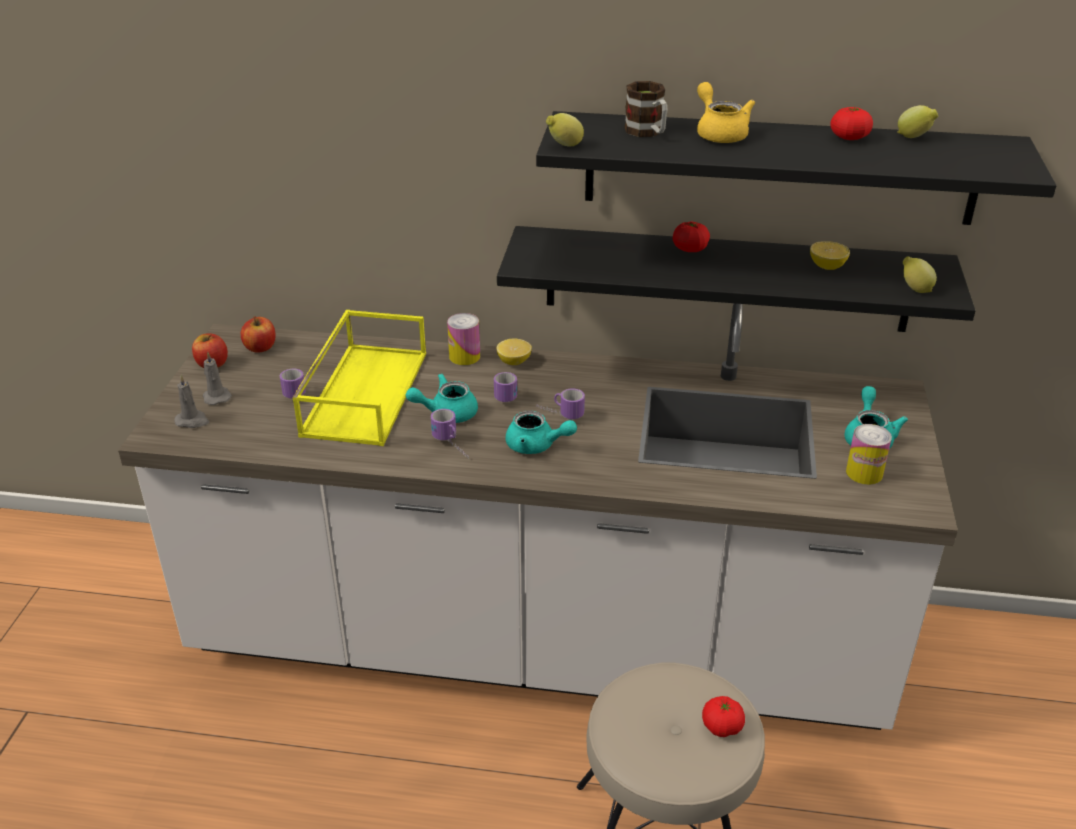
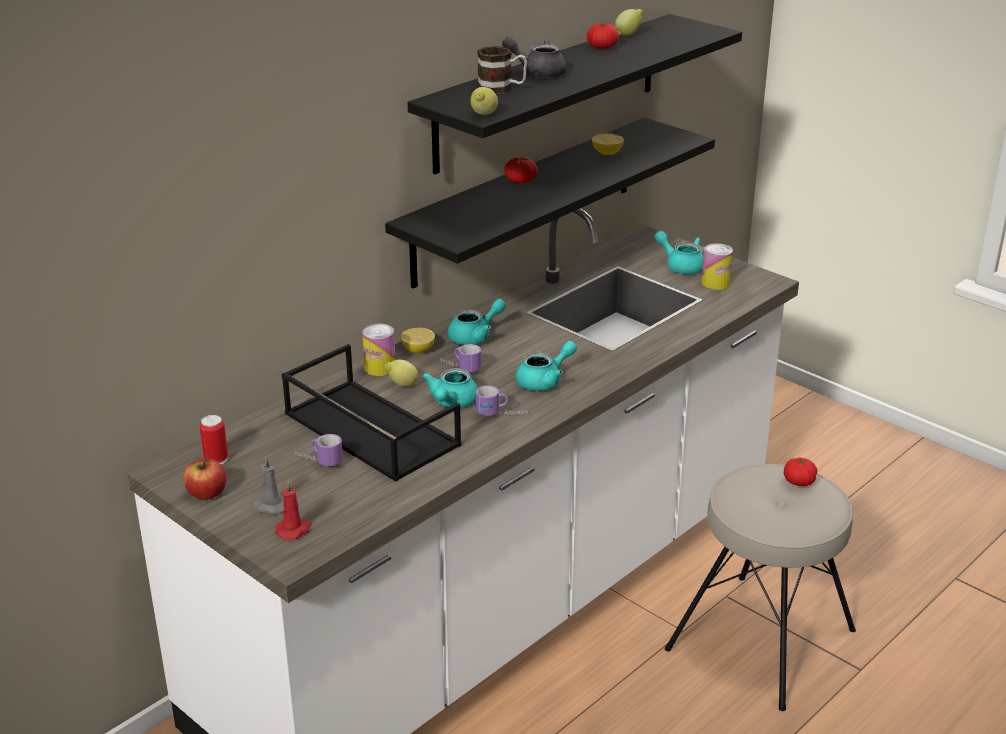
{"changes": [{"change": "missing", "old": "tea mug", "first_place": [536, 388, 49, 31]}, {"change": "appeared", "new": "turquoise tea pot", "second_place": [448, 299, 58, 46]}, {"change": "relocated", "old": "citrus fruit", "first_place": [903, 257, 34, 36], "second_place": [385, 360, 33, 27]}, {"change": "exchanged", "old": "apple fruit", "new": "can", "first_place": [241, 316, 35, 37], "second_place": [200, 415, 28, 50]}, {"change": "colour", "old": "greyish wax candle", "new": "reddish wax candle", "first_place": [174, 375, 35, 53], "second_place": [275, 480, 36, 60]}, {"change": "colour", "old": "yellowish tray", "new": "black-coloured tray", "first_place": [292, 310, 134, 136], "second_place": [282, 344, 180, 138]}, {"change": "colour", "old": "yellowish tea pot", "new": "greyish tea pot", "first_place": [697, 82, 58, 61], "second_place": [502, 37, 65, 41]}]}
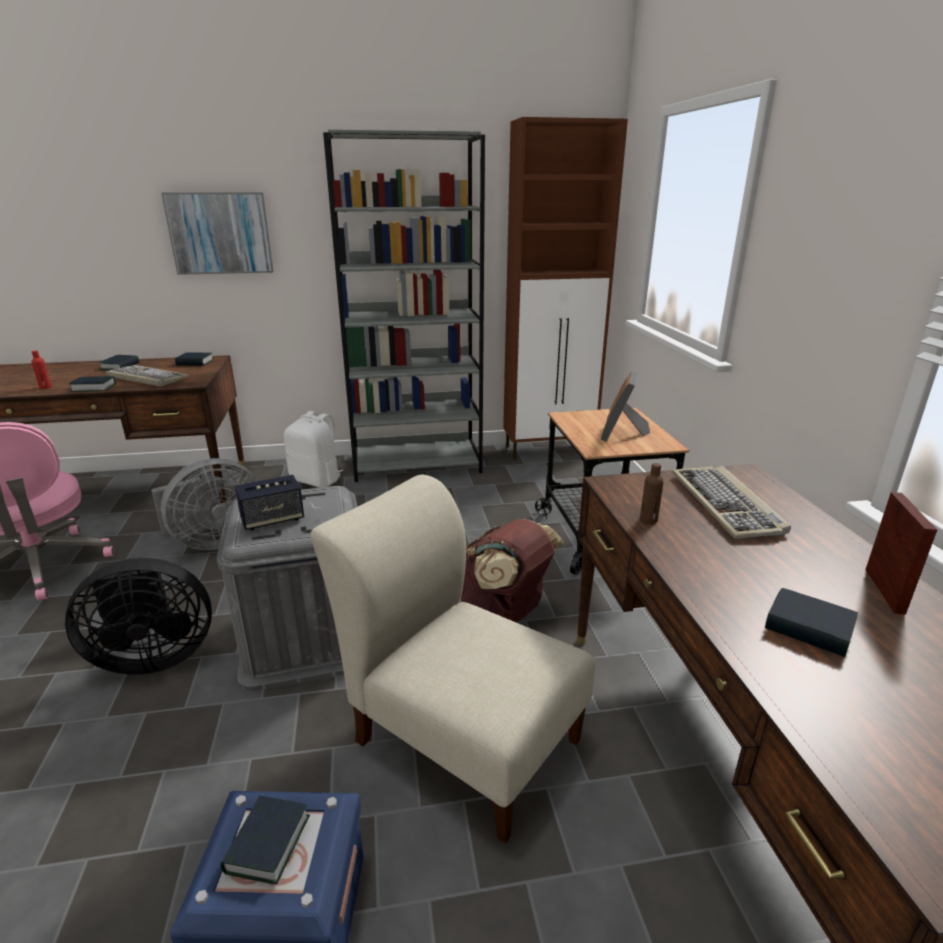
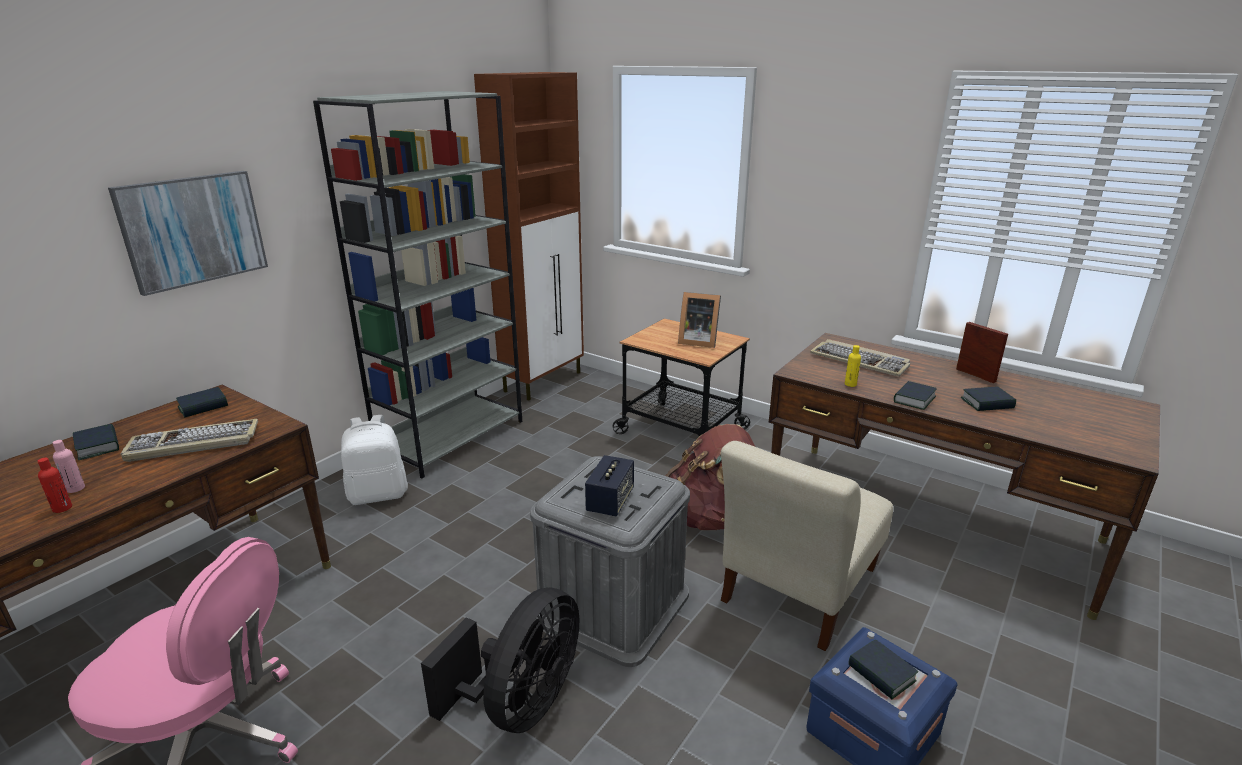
{"changes": [{"change": "missing", "old": "greyish electric fan", "first_place": [151, 458, 106, 92]}, {"change": "appeared", "new": "pinkish bottle", "second_place": [53, 440, 32, 53]}, {"change": "relocated", "old": "book", "first_place": [69, 376, 47, 16], "second_place": [894, 381, 43, 29]}, {"change": "colour", "old": "brownish bottle", "new": "yellowish bottle", "first_place": [640, 463, 24, 61], "second_place": [845, 345, 16, 42]}, {"change": "spun", "old": "sand-coloured upright chair", "first_place": [310, 475, 285, 368], "second_place": [721, 441, 172, 210], "degrees": -45}, {"change": "spun", "old": "photo frame", "first_place": [601, 371, 49, 71], "second_place": [678, 292, 43, 56], "degrees": -45}]}
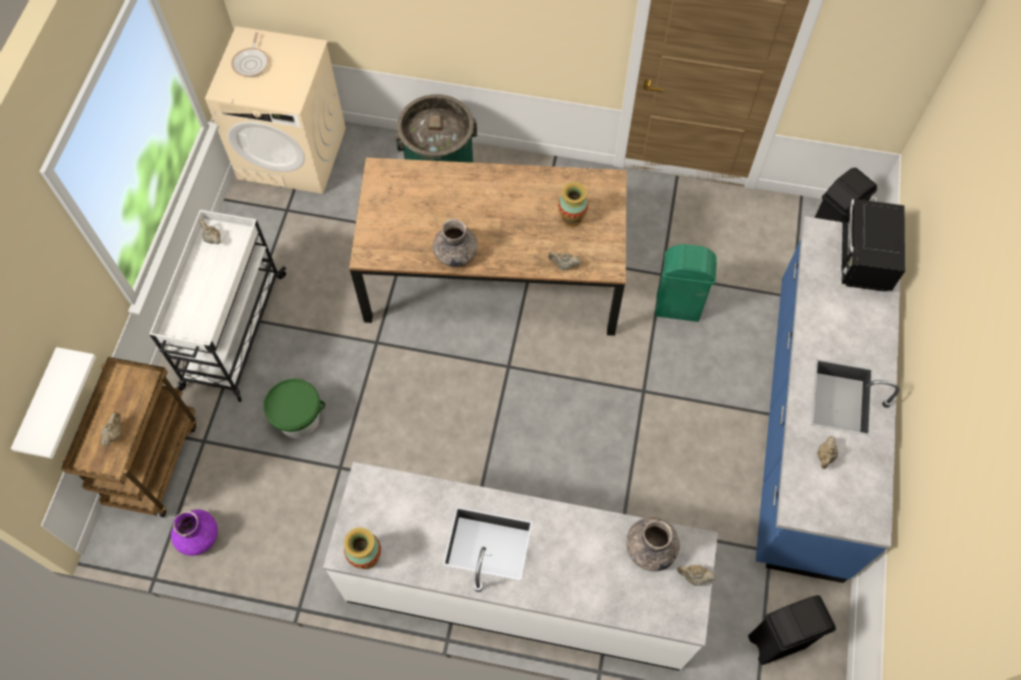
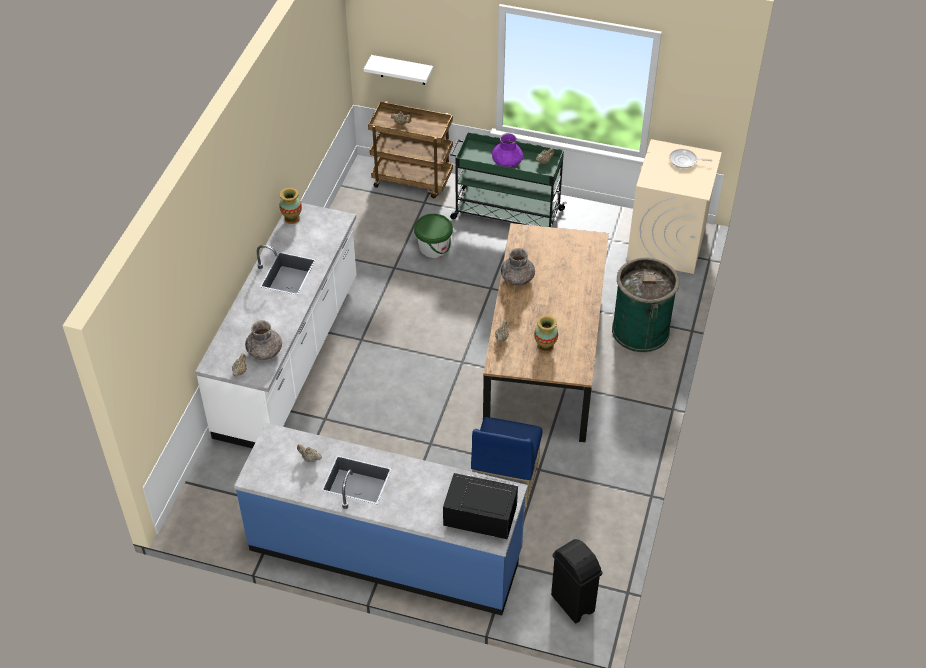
{"changes": [{"change": "missing", "old": "black-coloured waste bin", "first_place": [748, 595, 88, 70]}, {"change": "relocated", "old": "purple-coloured flower vase", "first_place": [171, 510, 47, 46], "second_place": [492, 133, 31, 35]}, {"change": "exchanged", "old": "greenish waste bin", "new": "blue-coloured upright chair", "first_place": [655, 244, 62, 78], "second_place": [471, 417, 71, 90]}, {"change": "colour", "old": "white cart", "new": "greenish cart", "first_place": [149, 210, 137, 192], "second_place": [450, 132, 117, 95]}]}
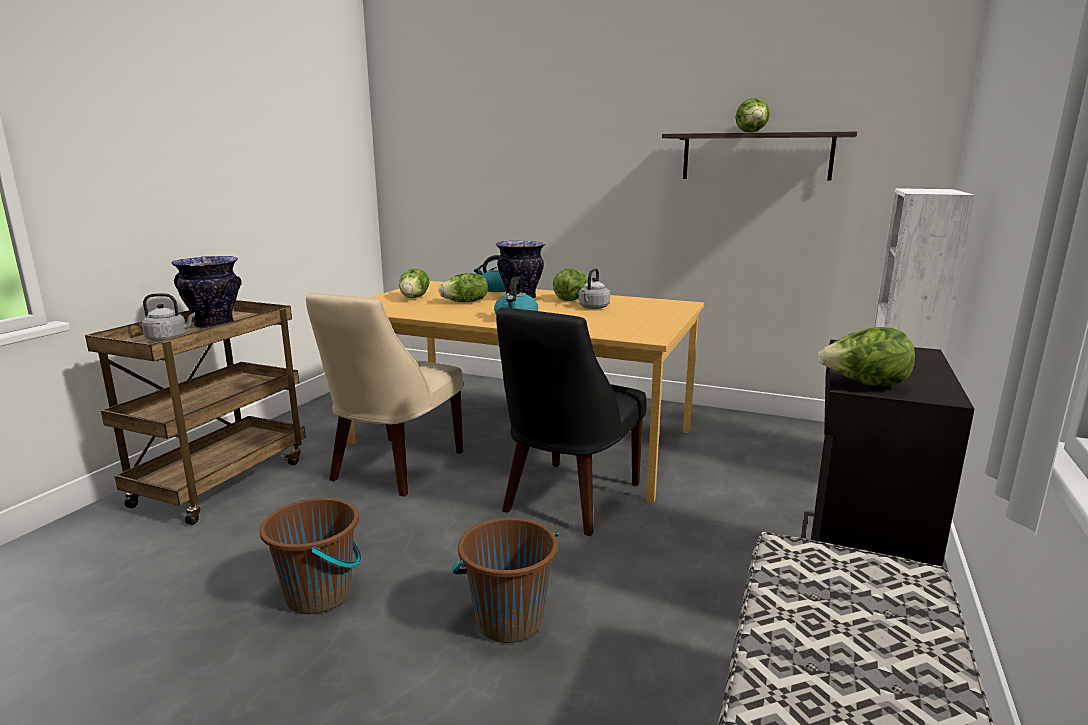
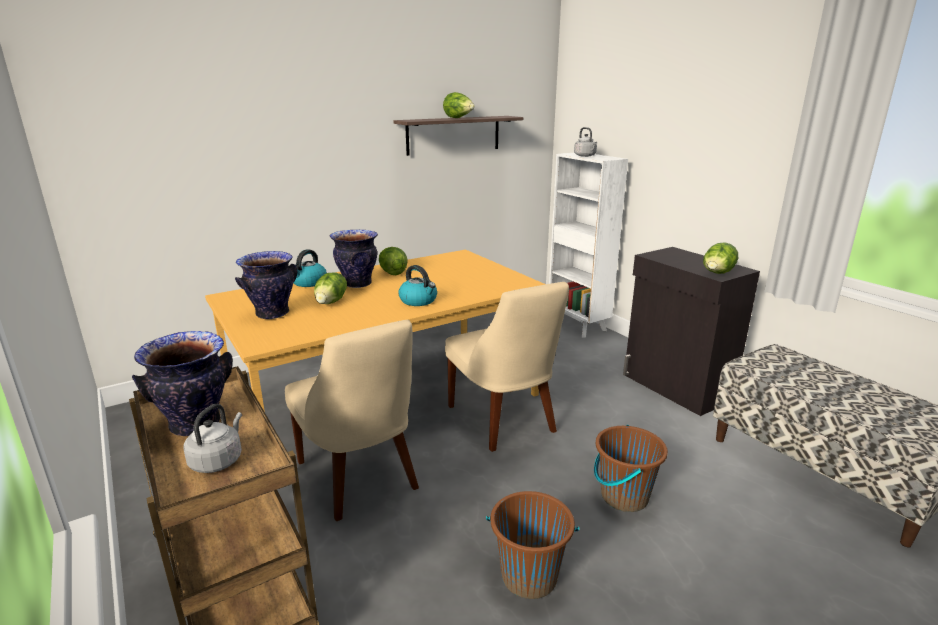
{"changes": [{"change": "relocated", "old": "greyish kettle", "first_place": [579, 268, 31, 41], "second_place": [574, 127, 23, 30]}, {"change": "exchanged", "old": "lettuce head", "new": "flower vase", "first_place": [399, 269, 31, 29], "second_place": [235, 251, 62, 68]}, {"change": "colour", "old": "black-coloured upright chair", "new": "sand-coloured upright chair", "first_place": [496, 308, 150, 228], "second_place": [445, 282, 124, 170]}]}
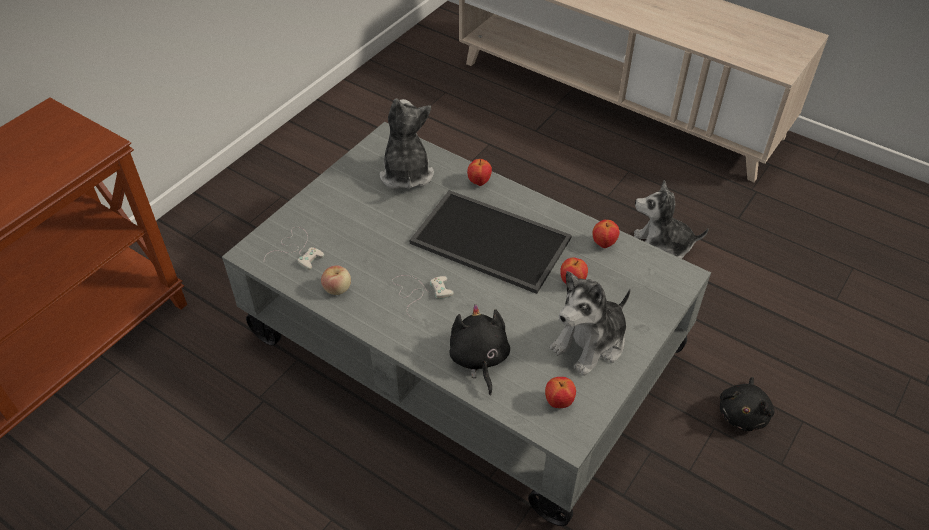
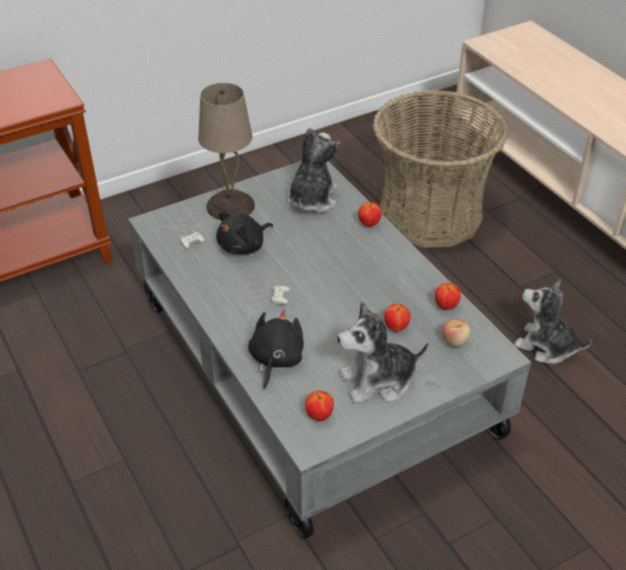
{"changes": [{"change": "missing", "old": "tray", "first_place": [409, 190, 163, 104]}, {"change": "appeared", "new": "sand-coloured tabletop lamp", "second_place": [198, 83, 57, 137]}, {"change": "appeared", "new": "household basket", "second_place": [373, 90, 135, 158]}, {"change": "relocated", "old": "apple fruit", "first_place": [321, 266, 30, 29], "second_place": [442, 319, 29, 28]}, {"change": "relocated", "old": "black-coloured soft toy", "first_place": [720, 377, 55, 54], "second_place": [216, 212, 57, 42]}]}
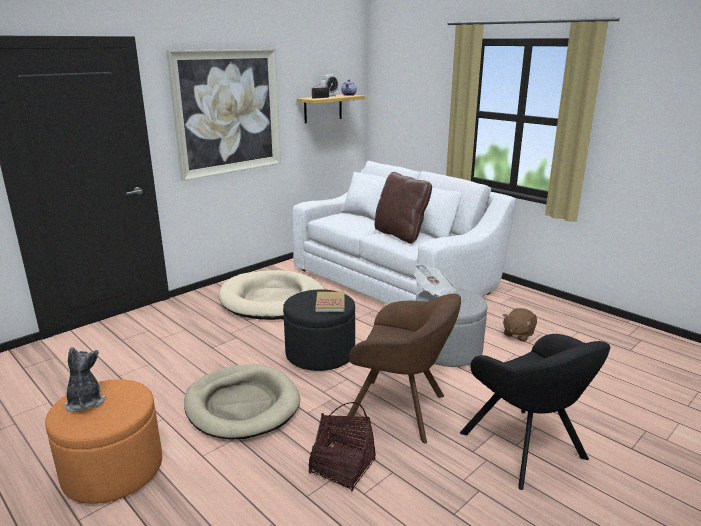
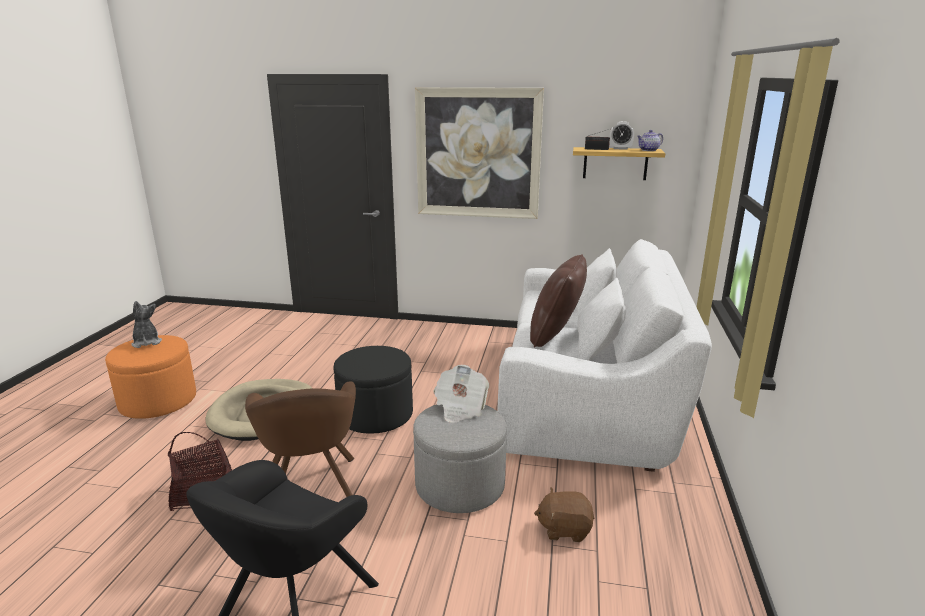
{"changes": [{"change": "missing", "old": "sand-coloured dog bed", "first_place": [219, 270, 106, 50]}, {"change": "missing", "old": "book", "first_place": [316, 292, 29, 20]}, {"change": "spun", "old": "soft toy", "first_place": [65, 347, 41, 65], "second_place": [131, 301, 31, 47], "degrees": -60}]}
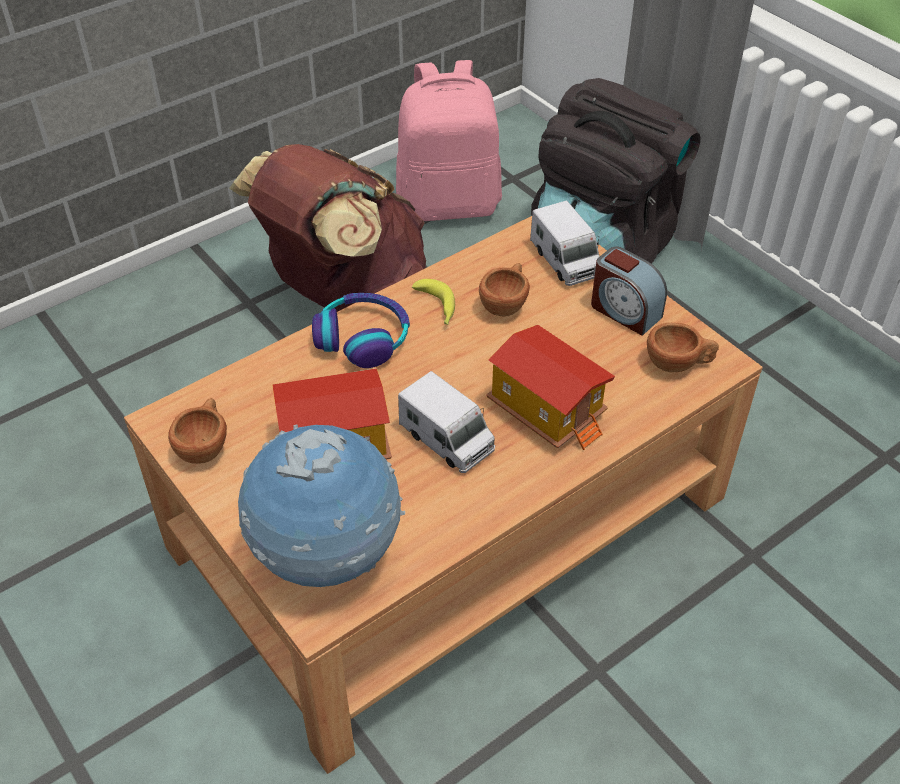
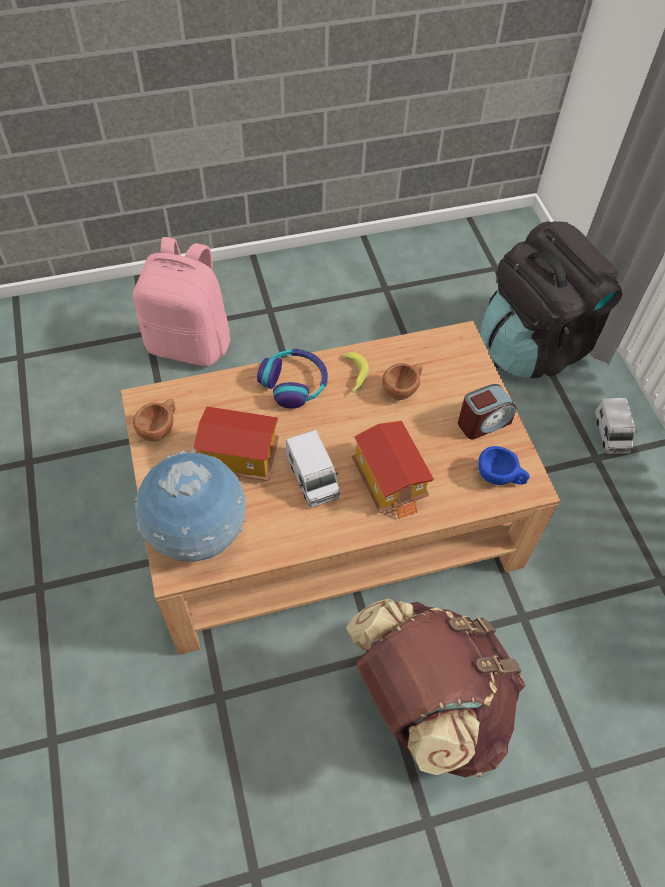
{"changes": [{"change": "relocated", "old": "brownish knapsack", "first_place": [229, 144, 197, 168], "second_place": [346, 598, 180, 179]}, {"change": "relocated", "old": "pinkish knapsack", "first_place": [396, 60, 106, 161], "second_place": [133, 237, 97, 129]}, {"change": "relocated", "old": "toy lorry", "first_place": [530, 200, 70, 86], "second_place": [595, 398, 42, 56]}, {"change": "colour", "old": "brownish drinking cup", "new": "blue-coloured drinking cup", "first_place": [647, 323, 72, 49], "second_place": [478, 446, 52, 39]}, {"change": "spun", "old": "alarm clock", "first_place": [591, 247, 76, 89], "second_place": [458, 384, 58, 55], "degrees": -90}]}
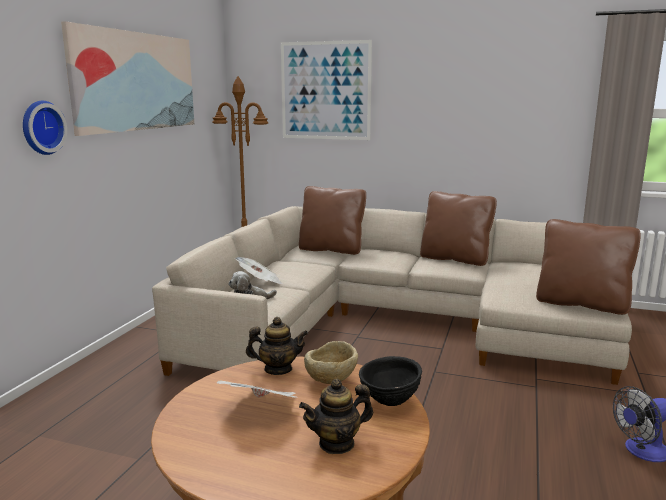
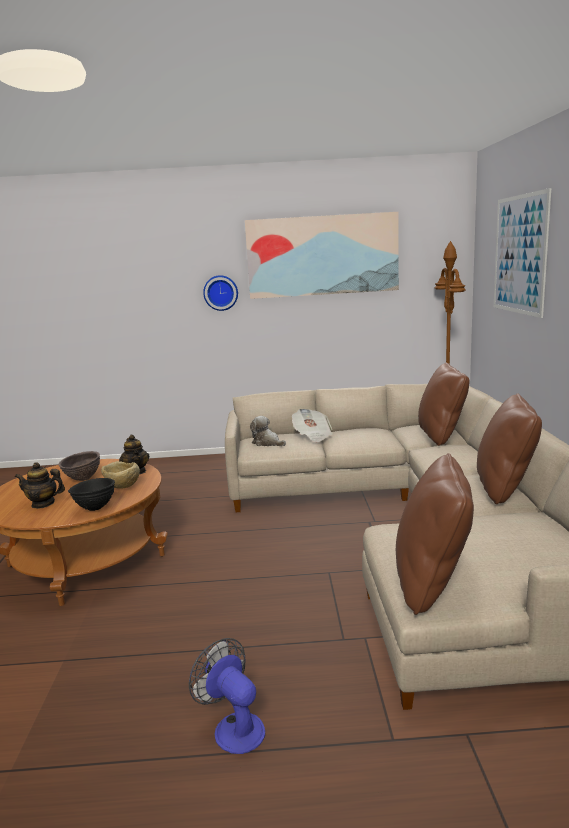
{"changes": [{"change": "exchanged", "old": "printed paper", "new": "brownish bowl", "first_place": [217, 381, 81, 17], "second_place": [59, 451, 41, 30]}, {"change": "spun", "old": "tea pot", "first_place": [299, 379, 74, 75], "second_place": [15, 462, 50, 47], "degrees": -45}]}
